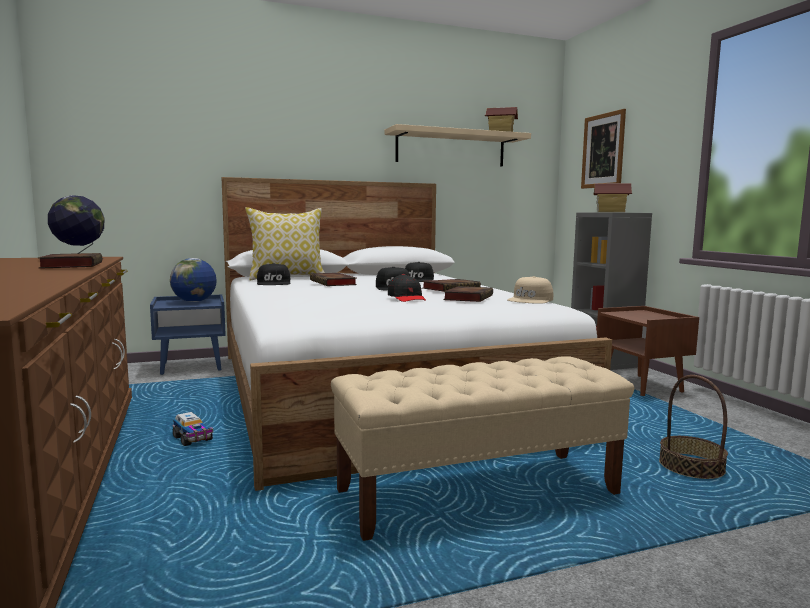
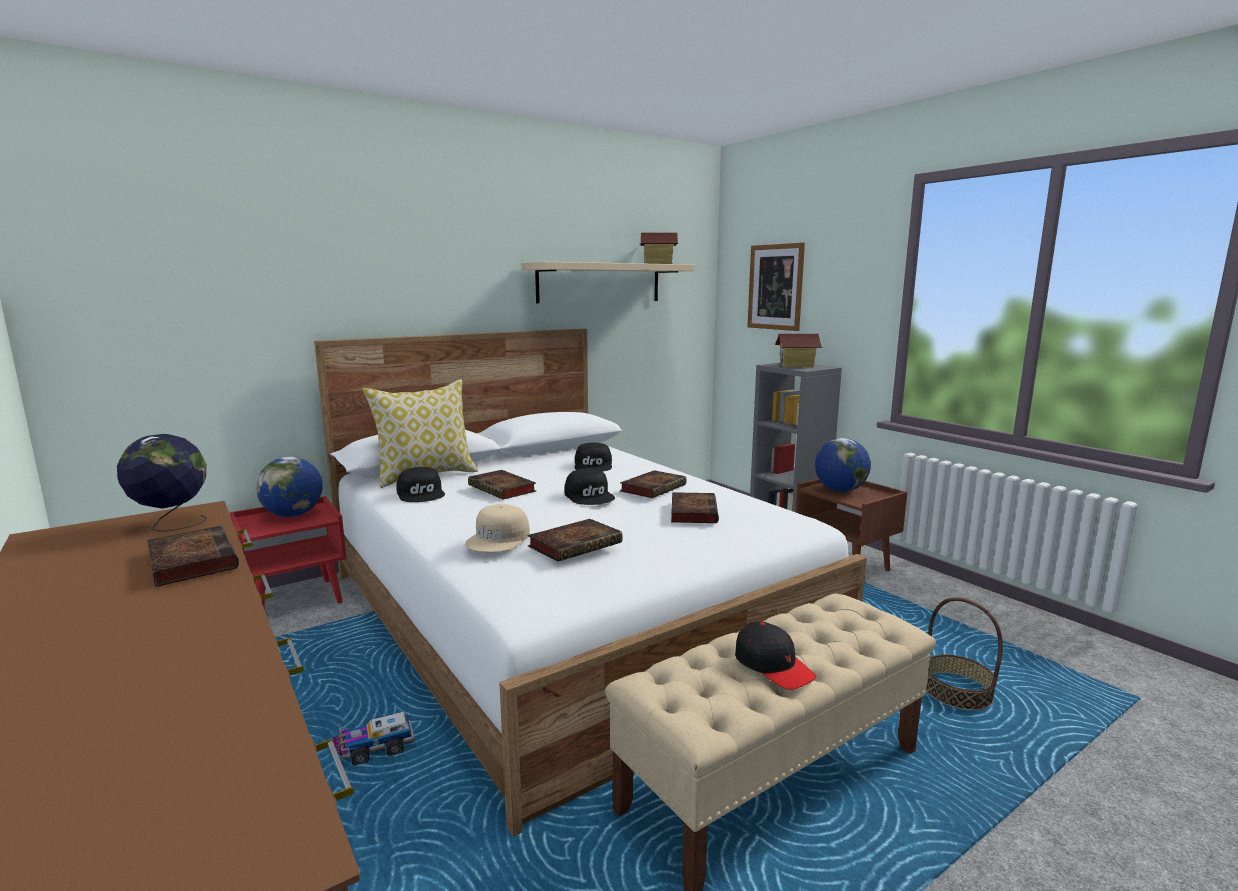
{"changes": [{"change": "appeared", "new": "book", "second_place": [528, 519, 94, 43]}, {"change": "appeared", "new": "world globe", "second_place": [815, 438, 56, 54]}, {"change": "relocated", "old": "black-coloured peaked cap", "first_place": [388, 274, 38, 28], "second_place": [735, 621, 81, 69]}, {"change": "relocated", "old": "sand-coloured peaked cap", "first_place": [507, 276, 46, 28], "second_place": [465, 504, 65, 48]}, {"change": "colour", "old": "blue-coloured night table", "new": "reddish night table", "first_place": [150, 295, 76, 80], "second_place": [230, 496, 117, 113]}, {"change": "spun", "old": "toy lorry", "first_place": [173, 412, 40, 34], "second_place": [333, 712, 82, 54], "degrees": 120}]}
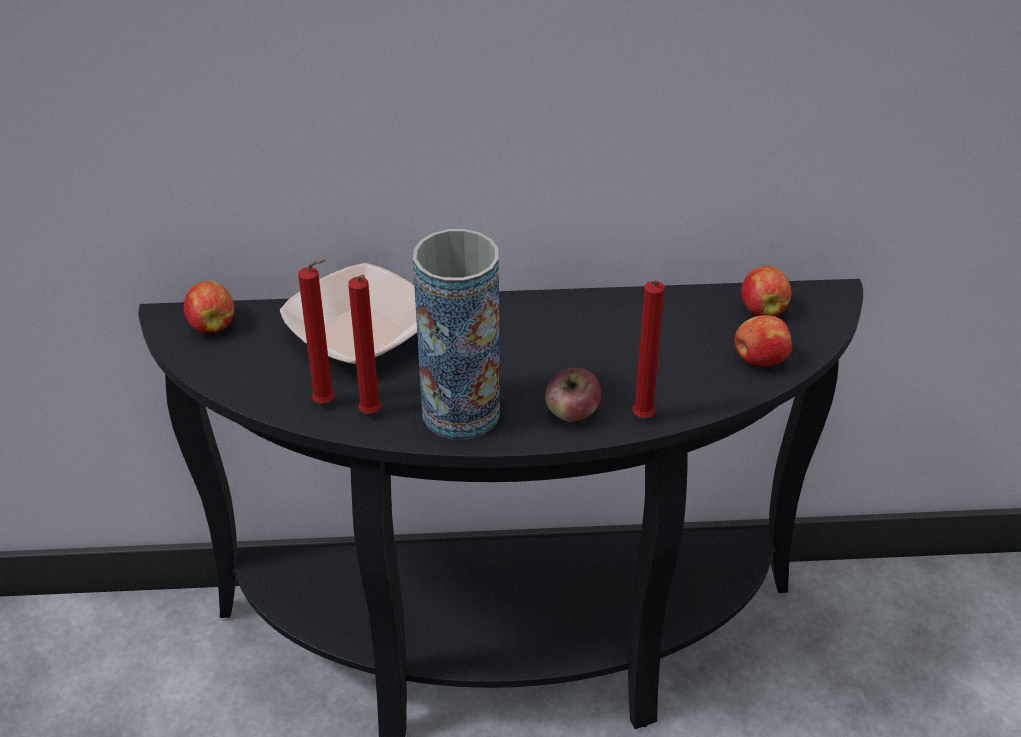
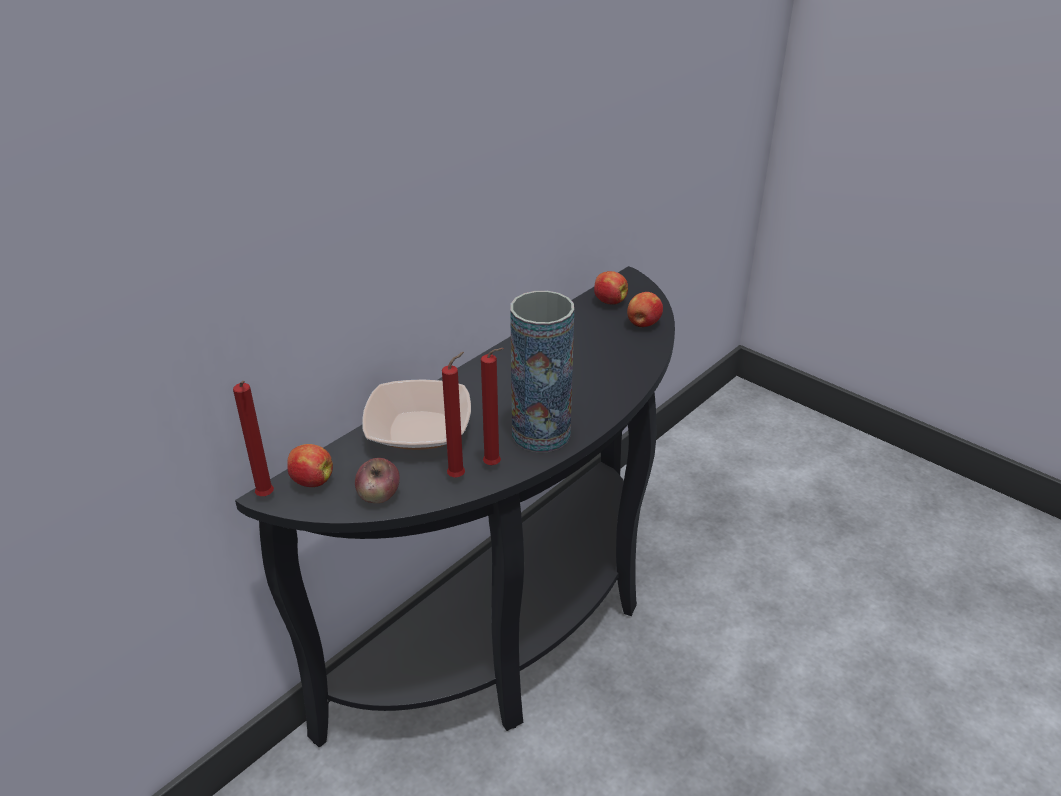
{"changes": [{"change": "relocated", "old": "apple fruit", "first_place": [545, 368, 56, 54], "second_place": [355, 458, 45, 45]}, {"change": "relocated", "old": "reddish wax candle", "first_place": [632, 280, 33, 138], "second_place": [233, 381, 41, 115]}]}
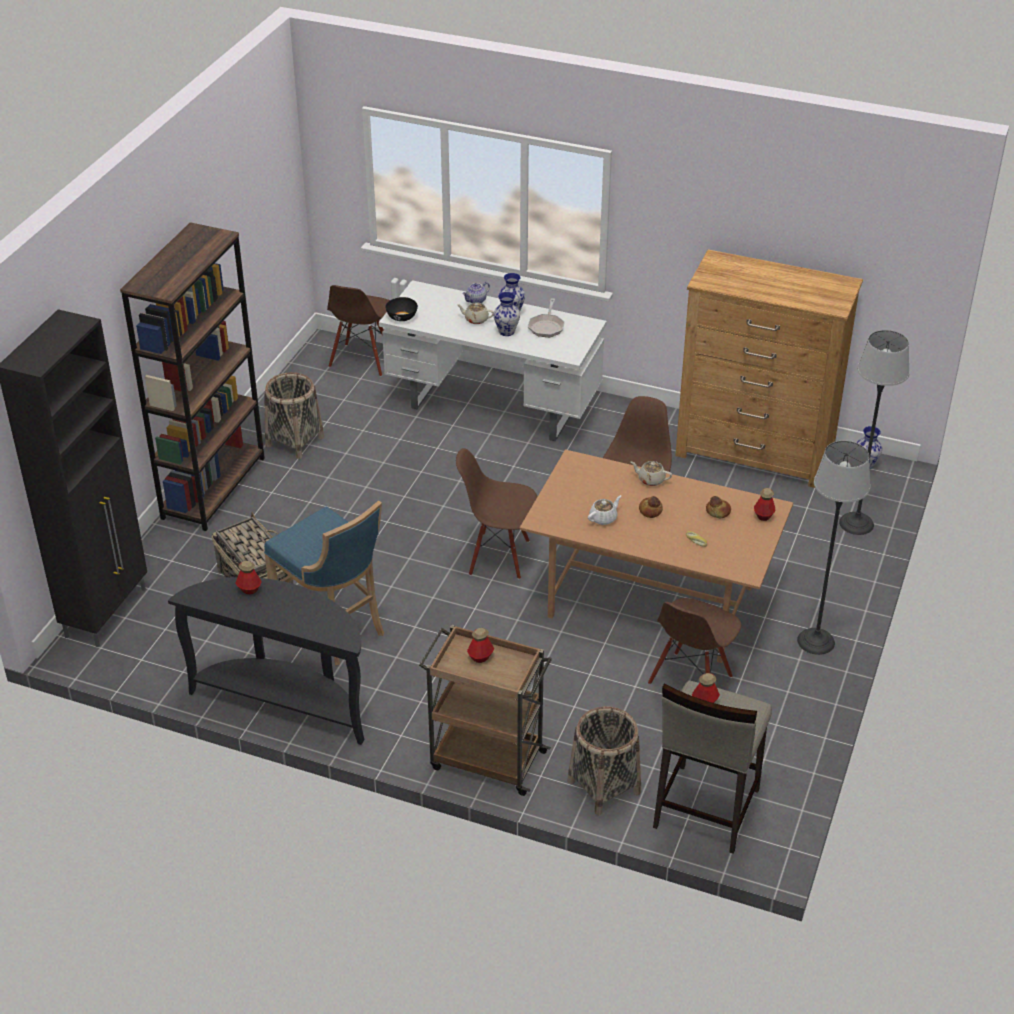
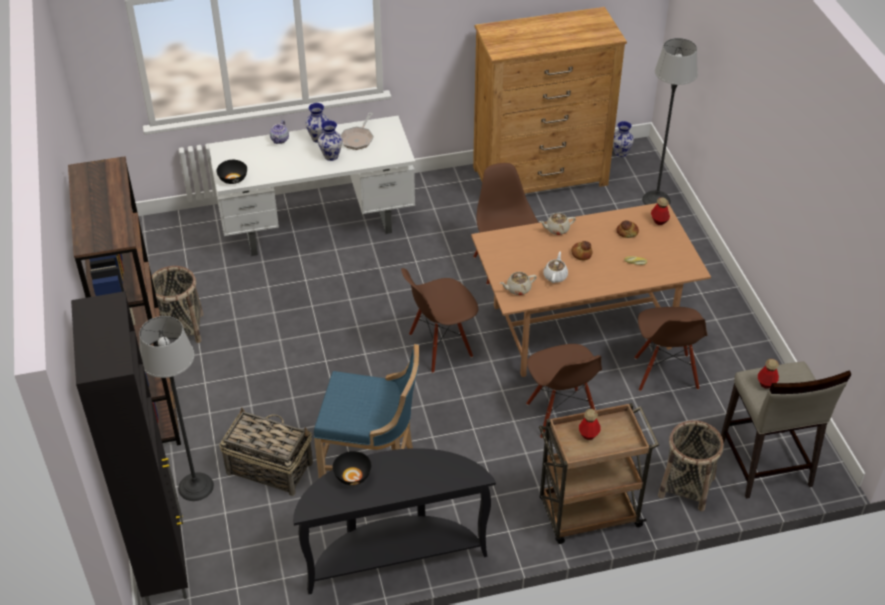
{"changes": [{"change": "relocated", "old": "brownish upright chair", "first_place": [327, 285, 63, 92], "second_place": [526, 344, 76, 94]}, {"change": "relocated", "old": "sand-coloured tea pot", "first_place": [457, 303, 37, 21], "second_place": [500, 272, 37, 23]}, {"change": "relocated", "old": "floor lamp", "first_place": [797, 441, 73, 214], "second_place": [139, 316, 75, 185]}, {"change": "exchanged", "old": "bottle", "new": "black-coloured bowl", "first_place": [235, 561, 27, 33], "second_place": [332, 451, 39, 34]}, {"change": "spun", "old": "frying pan", "first_place": [528, 298, 37, 39], "second_place": [341, 113, 33, 37], "degrees": 45}]}
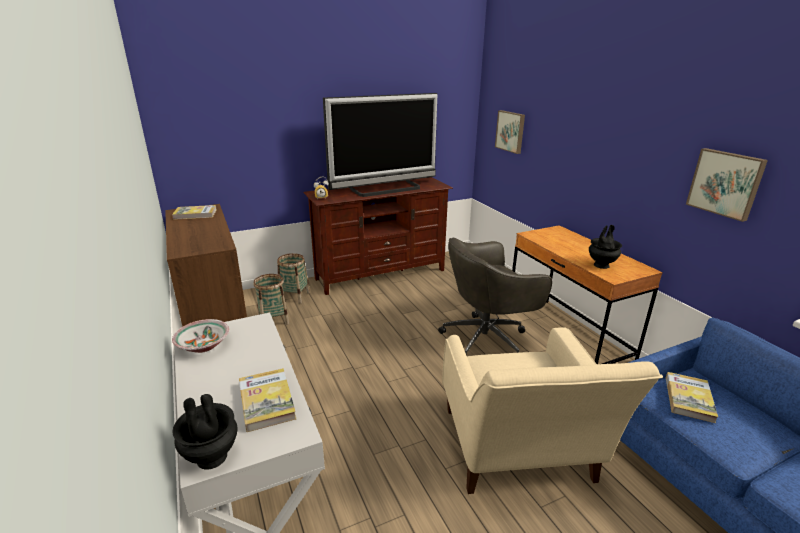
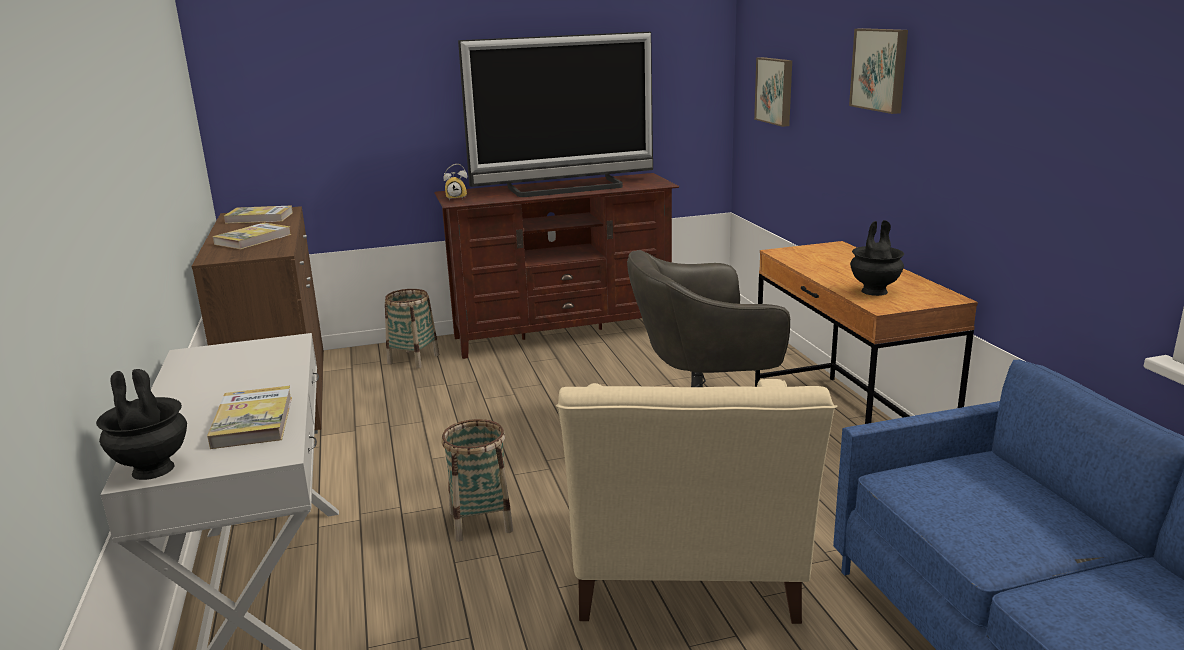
{"changes": [{"change": "missing", "old": "bowl", "first_place": [172, 319, 57, 34]}, {"change": "relocated", "old": "household basket", "first_place": [253, 274, 36, 51], "second_place": [441, 419, 72, 123]}, {"change": "relocated", "old": "book", "first_place": [666, 372, 52, 51], "second_place": [213, 223, 79, 26]}, {"change": "relocated", "old": "wall picture", "first_place": [686, 148, 82, 74], "second_place": [849, 28, 59, 86]}]}
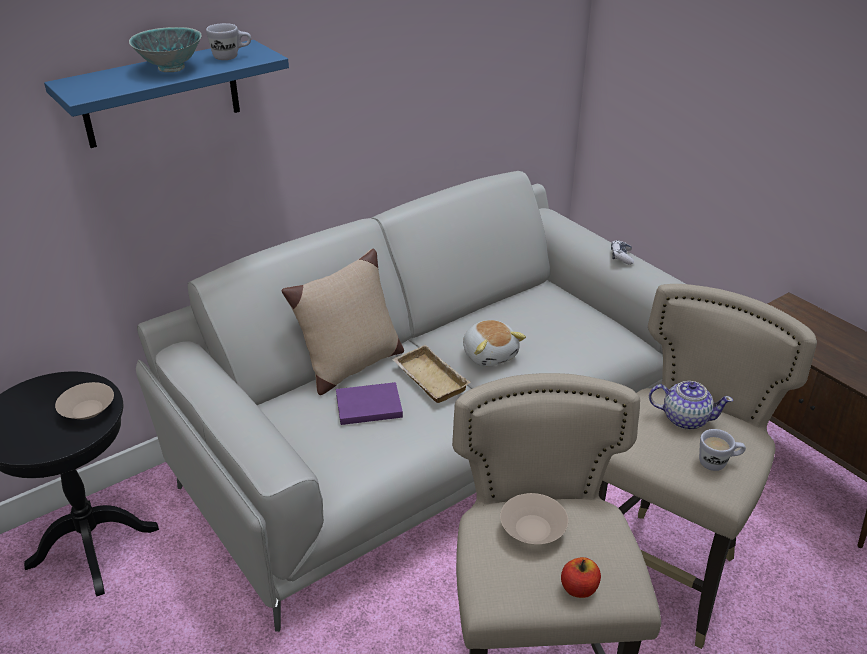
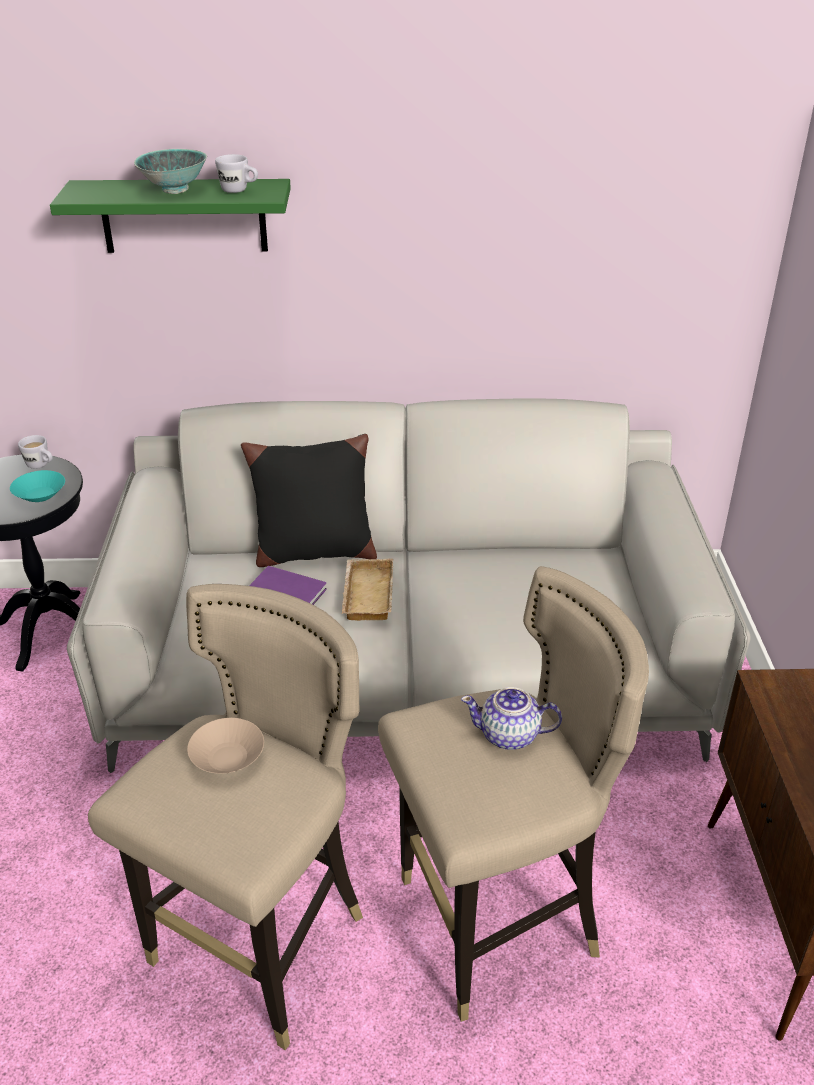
{"changes": [{"change": "missing", "old": "soft toy", "first_place": [463, 320, 63, 47]}, {"change": "missing", "old": "apple fruit", "first_place": [561, 557, 40, 41]}, {"change": "missing", "old": "gamepad", "first_place": [611, 240, 23, 25]}, {"change": "relocated", "old": "white tea mug", "first_place": [699, 429, 47, 42], "second_place": [18, 435, 35, 34]}, {"change": "colour", "old": "blue-coloured bracket shelf", "new": "greenish bracket shelf", "first_place": [44, 40, 245, 108], "second_place": [50, 179, 241, 74]}, {"change": "colour", "old": "sand-coloured bowl", "new": "turquoise bowl", "first_place": [55, 382, 59, 37], "second_place": [10, 470, 55, 32]}, {"change": "colour", "old": "sand-coloured pillow", "new": "black-coloured pillow", "first_place": [282, 249, 122, 146], "second_place": [241, 434, 136, 133]}, {"change": "spun", "old": "tea pot", "first_place": [649, 381, 84, 49], "second_place": [461, 687, 101, 63], "degrees": 135}]}
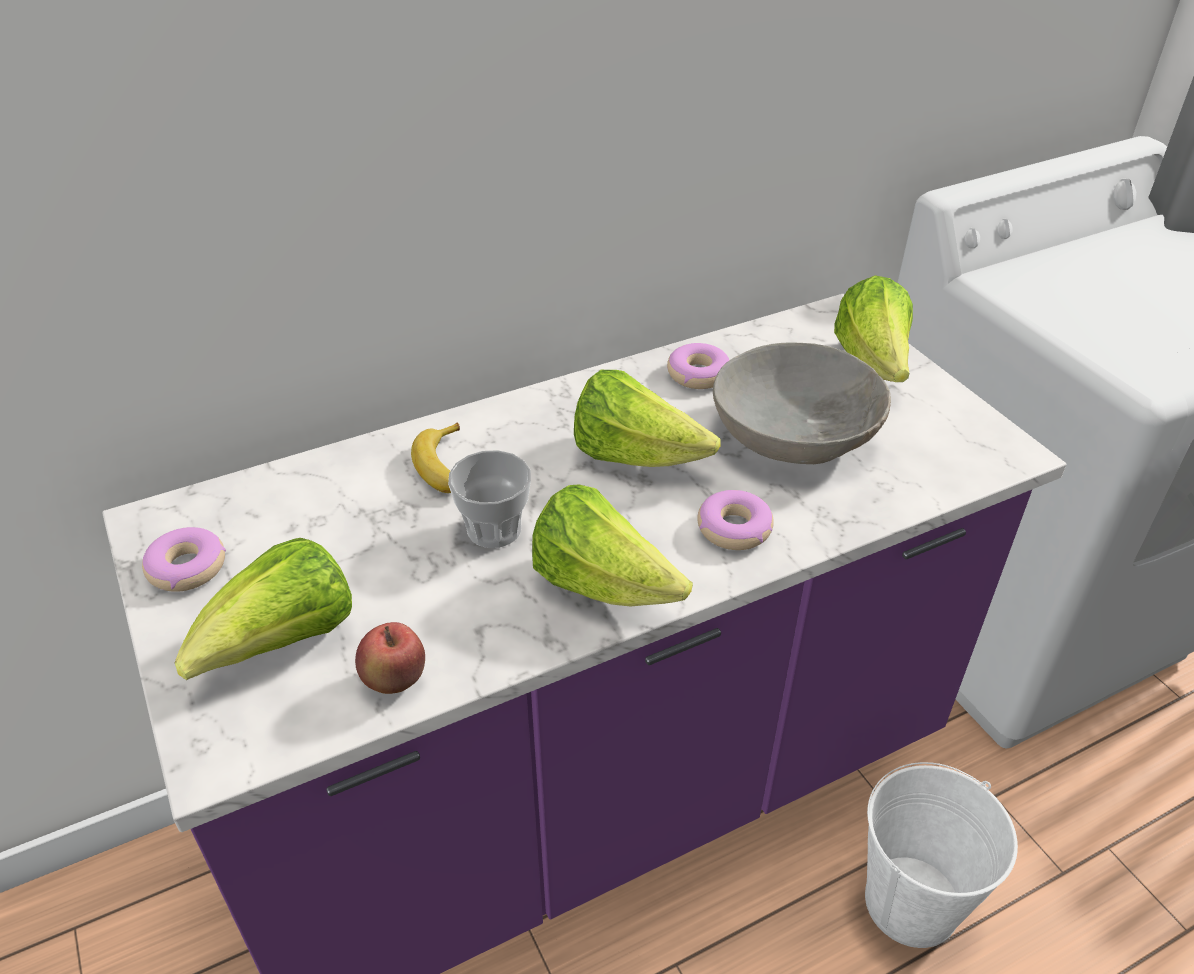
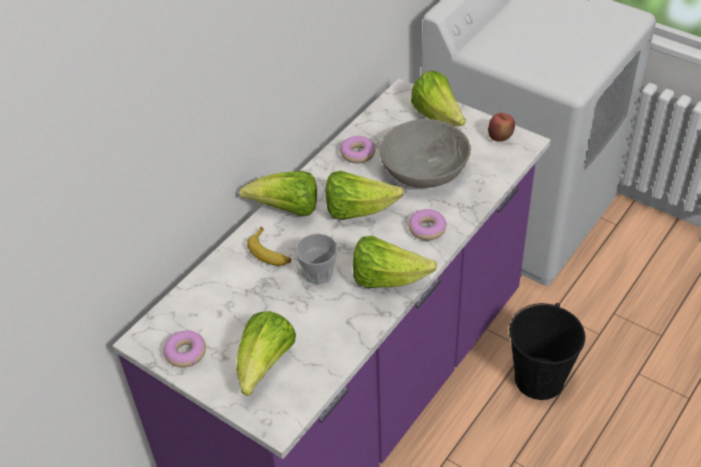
{"changes": [{"change": "appeared", "new": "lettuce head", "second_place": [239, 171, 78, 45]}, {"change": "relocated", "old": "apple fruit", "first_place": [355, 622, 70, 72], "second_place": [488, 113, 27, 28]}, {"change": "colour", "old": "white pail", "new": "black-coloured pail", "first_place": [865, 762, 153, 186], "second_place": [509, 303, 76, 97]}]}
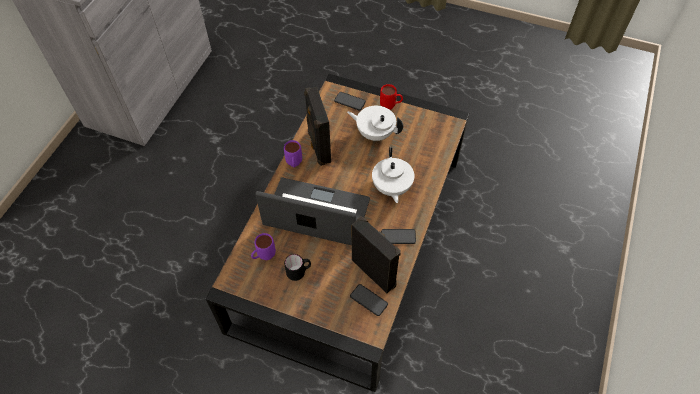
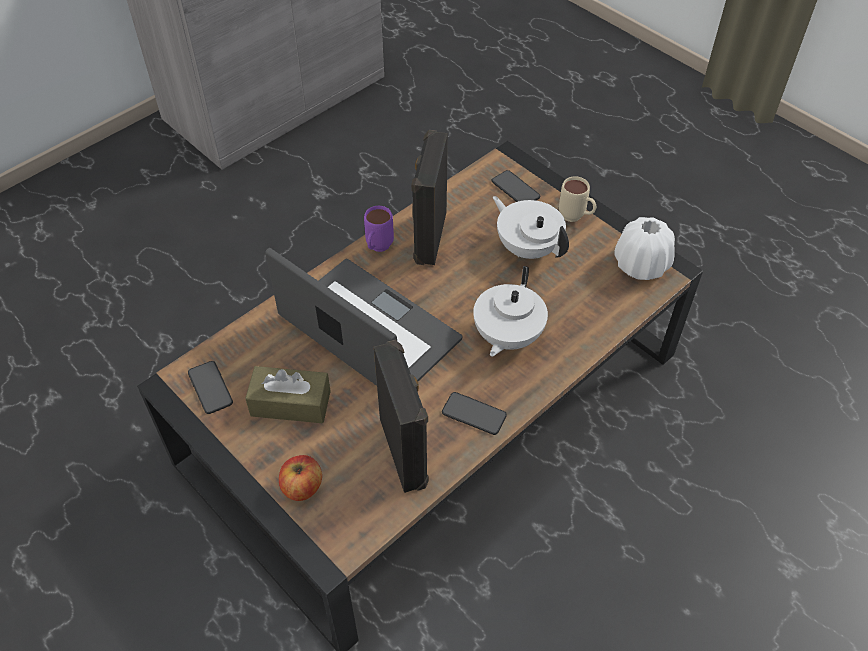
{"changes": [{"change": "missing", "old": "purple-coloured tea mug", "first_place": [251, 233, 25, 27]}, {"change": "appeared", "new": "apple fruit", "second_place": [279, 455, 43, 46]}, {"change": "appeared", "new": "white flower vase", "second_place": [614, 217, 61, 63]}, {"change": "relocated", "old": "telephone", "first_place": [350, 284, 38, 32], "second_place": [188, 361, 45, 53]}, {"change": "exchanged", "old": "black-coloured tea mug", "new": "brownish box of tissues", "first_place": [284, 254, 27, 27], "second_place": [245, 366, 86, 57]}, {"change": "colour", "old": "reddish tea mug", "new": "sand-coloured tea mug", "first_place": [380, 84, 23, 26], "second_place": [559, 176, 37, 46]}]}
